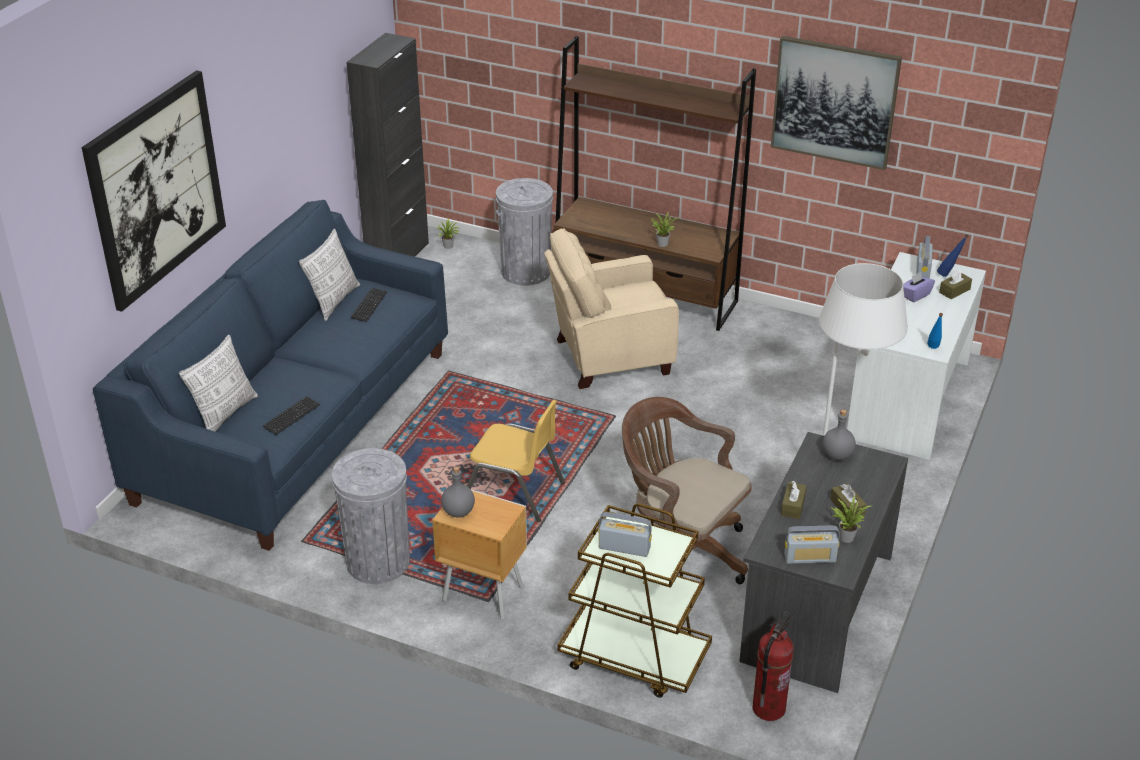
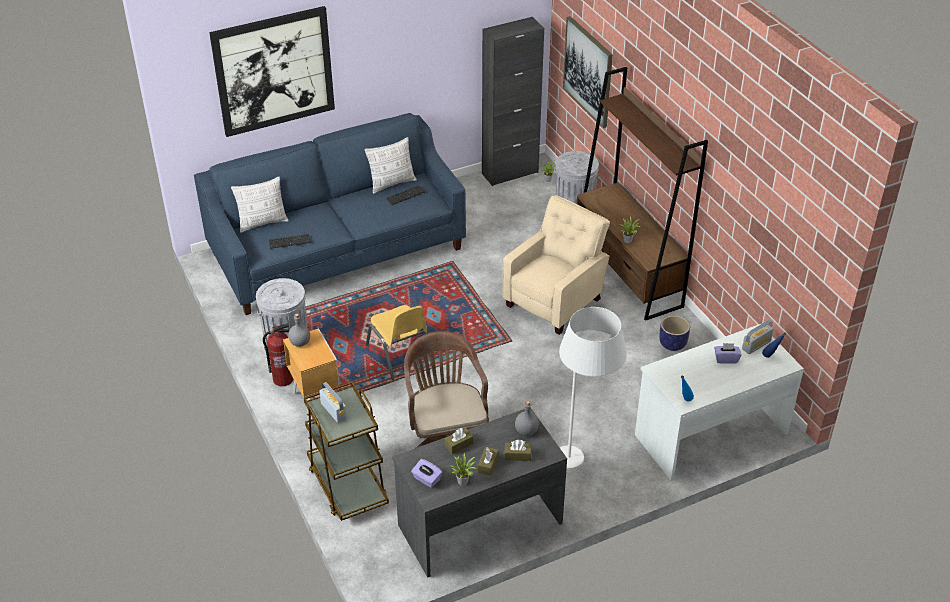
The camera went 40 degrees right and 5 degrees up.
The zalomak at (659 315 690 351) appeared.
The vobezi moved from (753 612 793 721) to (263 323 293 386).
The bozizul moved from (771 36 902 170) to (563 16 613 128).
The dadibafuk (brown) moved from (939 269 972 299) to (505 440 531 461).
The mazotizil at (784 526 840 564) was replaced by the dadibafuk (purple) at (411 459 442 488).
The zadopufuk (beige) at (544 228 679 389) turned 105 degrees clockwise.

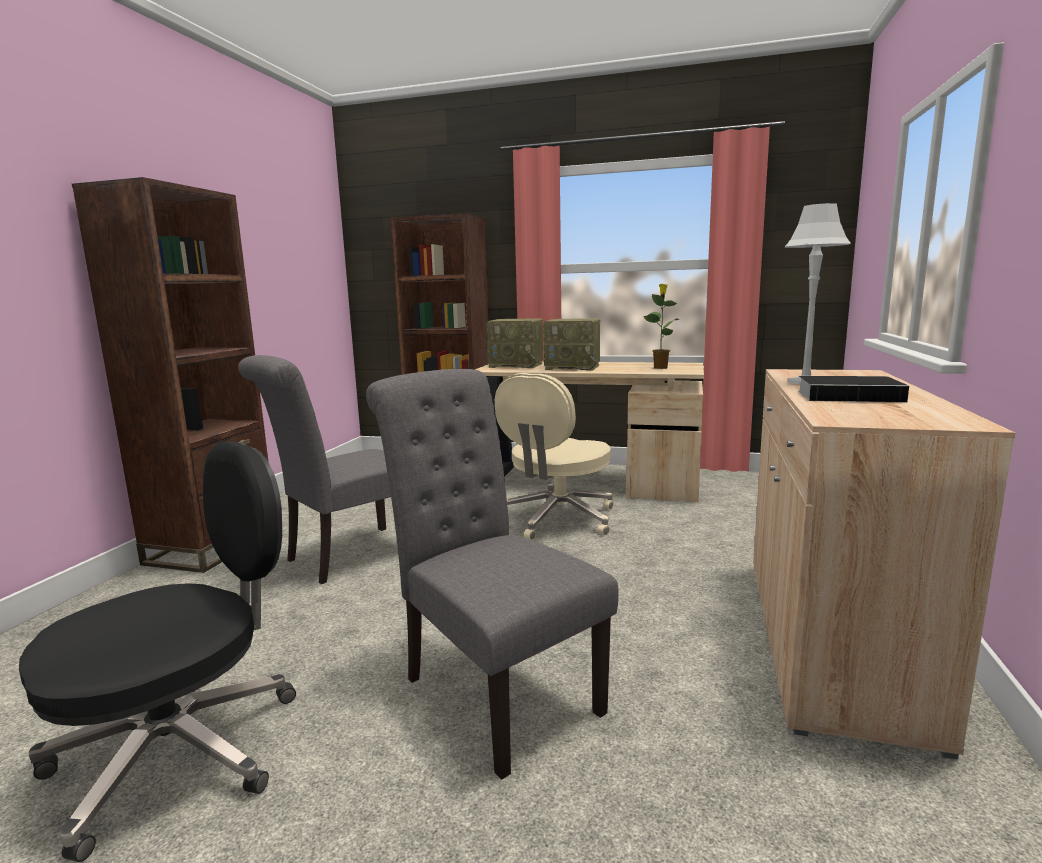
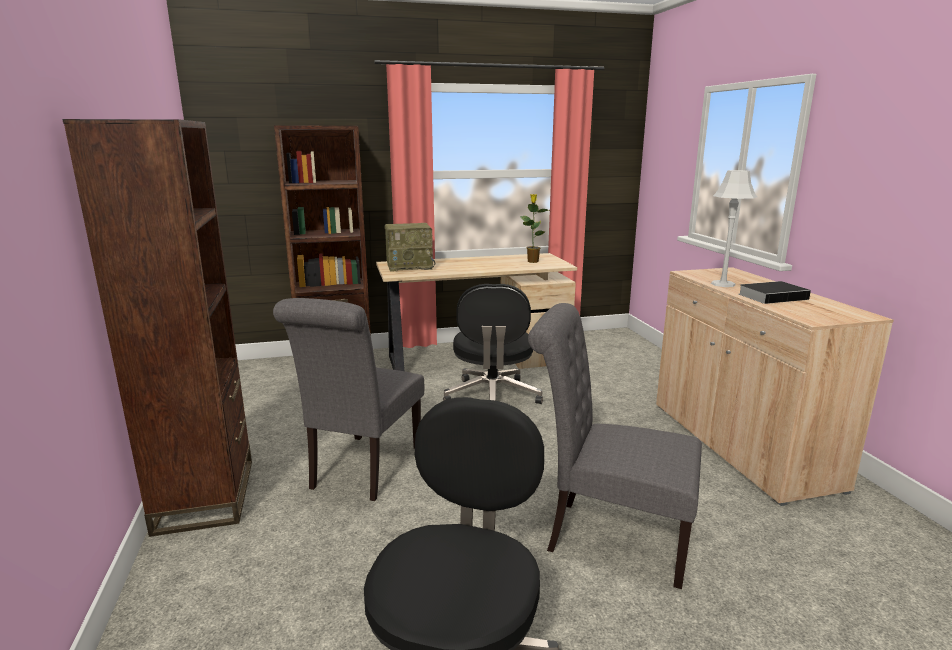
The camera went 30 degrees left and 5 degrees up.
The mazotizil at (543 318 600 371) disappeared.
The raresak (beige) at (495 373 613 540) became the raresak (black) at (443 284 543 404).

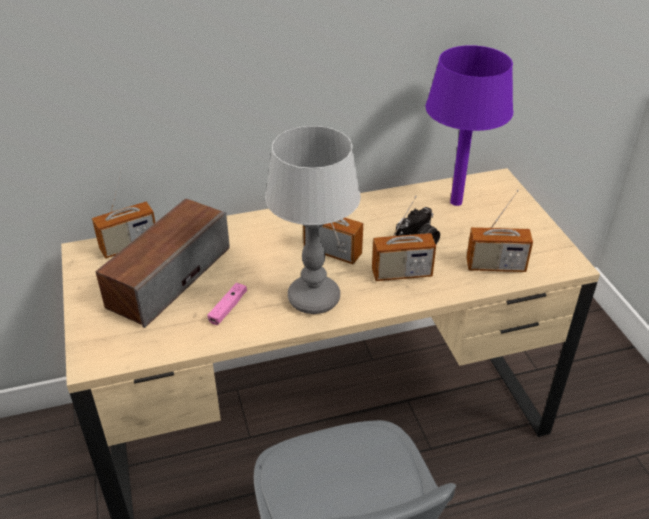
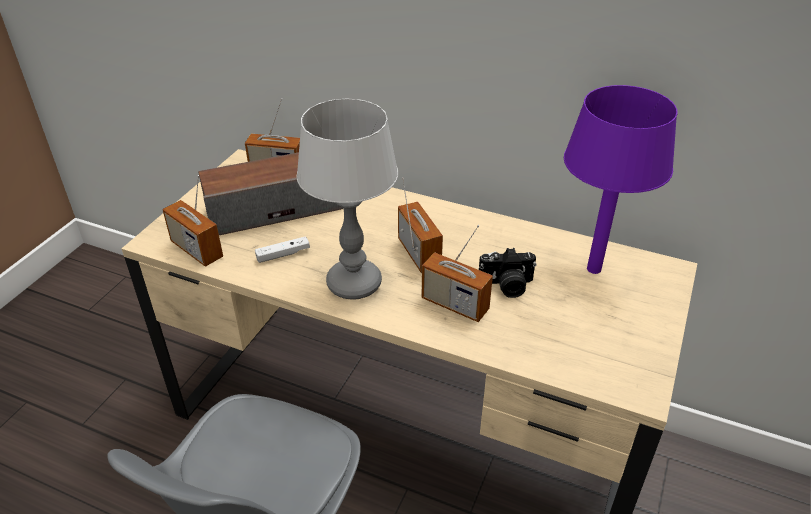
The camera went 40 degrees right and 0 degrees up.
The mazotizil moved from (466 190 533 272) to (162 175 223 267).
The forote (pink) at (207 283 247 325) became the forote (white) at (255 236 310 263).

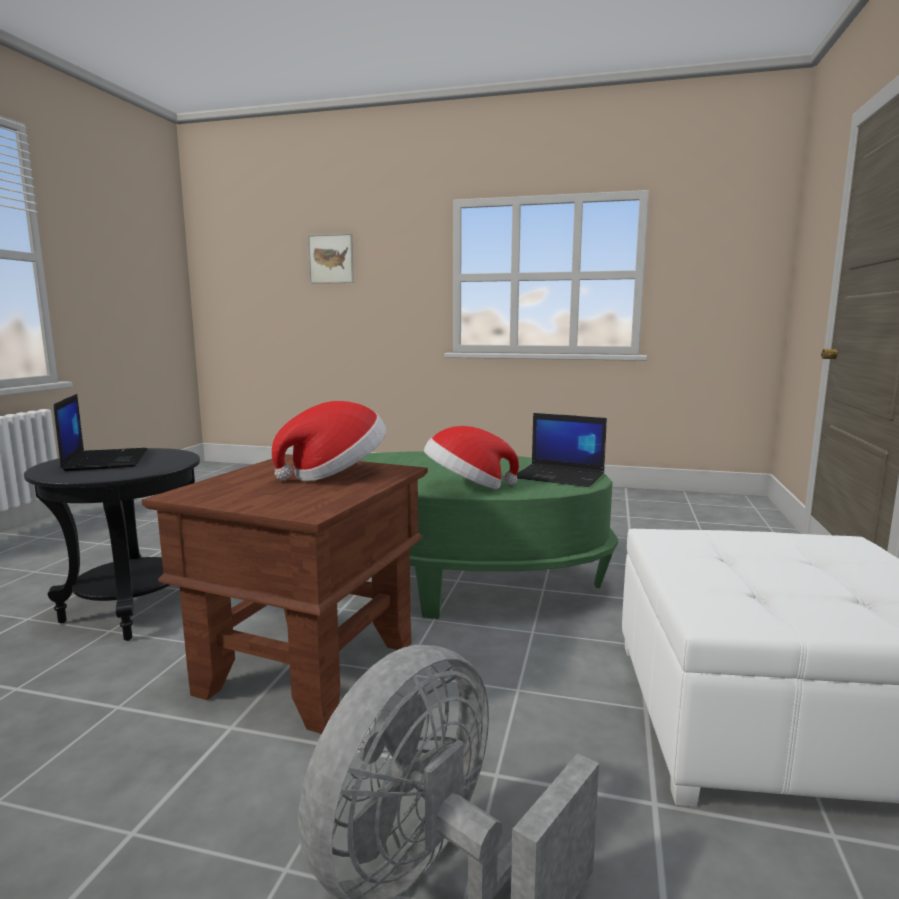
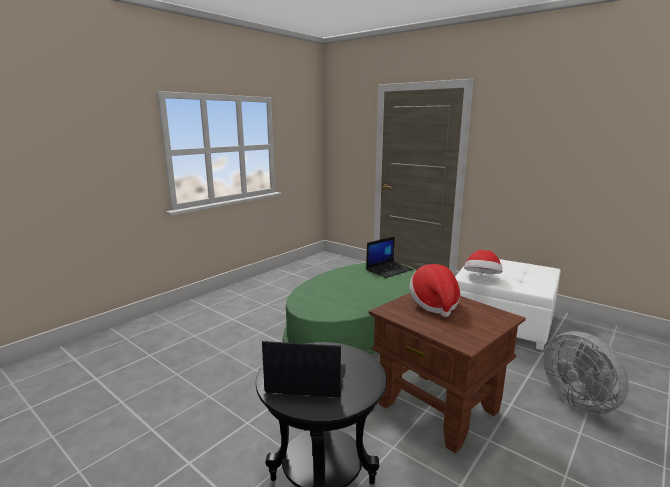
The camera went 65 degrees left and 5 degrees up.
The bozizul at (308 233 354 284) disappeared.
The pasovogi moved from (424 426 519 489) to (464 250 502 274).

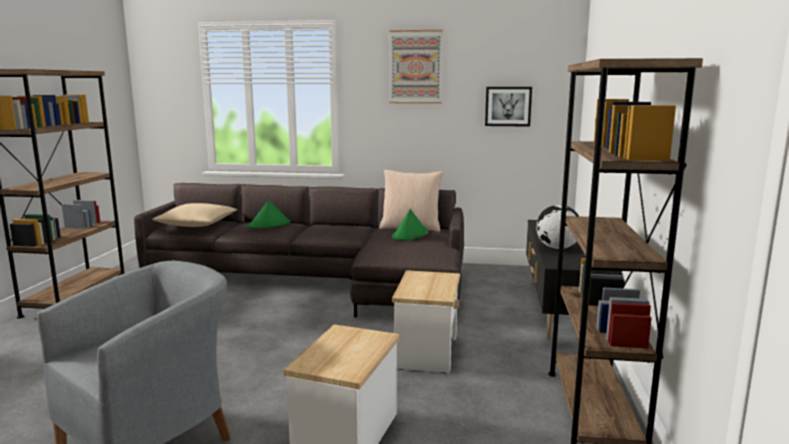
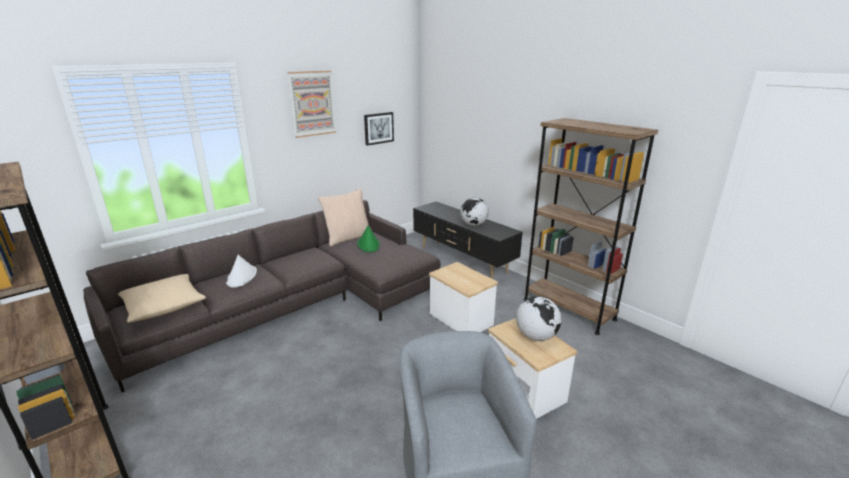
The camera went 50 degrees left and 10 degrees up.
The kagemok at (516 296 561 341) appeared.
The pasovogi (green) at (248 200 290 228) became the pasovogi (white) at (226 255 257 287).

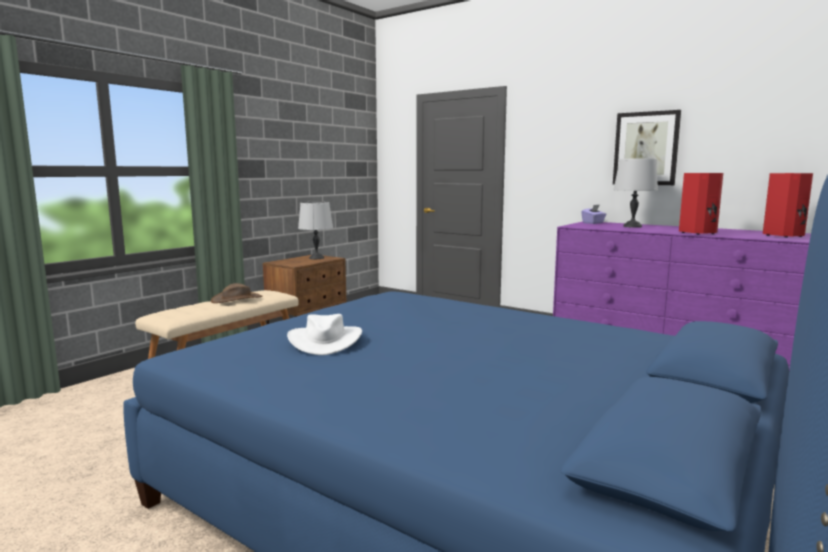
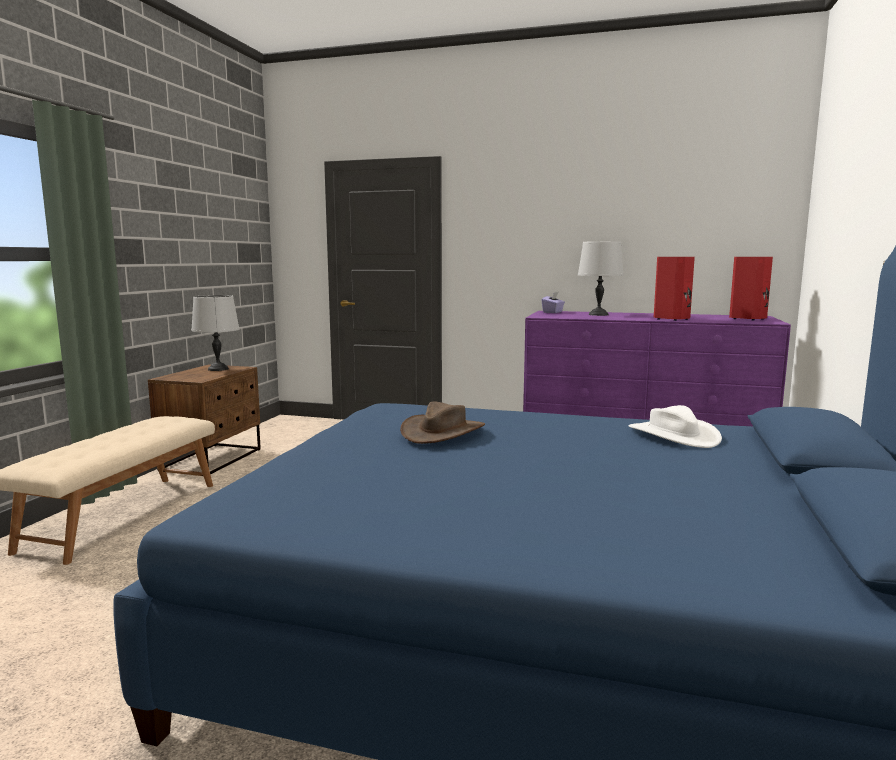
The camera went 20 degrees left and 0 degrees up.
The bozizul at (613 110 681 185) disappeared.
The pasovogi (brown) moved from (211 283 262 303) to (400 402 485 444).
The pasovogi (white) moved from (287 314 362 355) to (629 405 722 448).

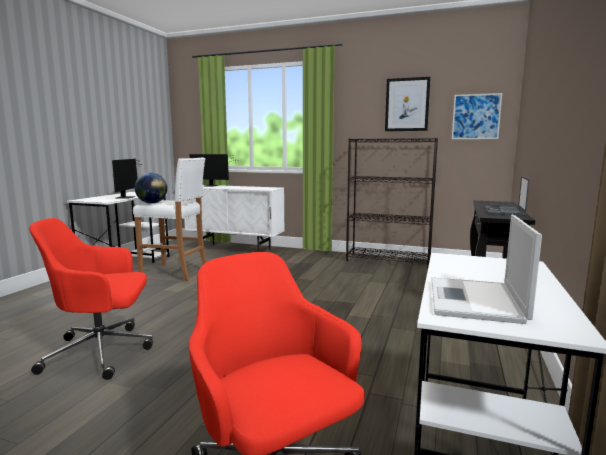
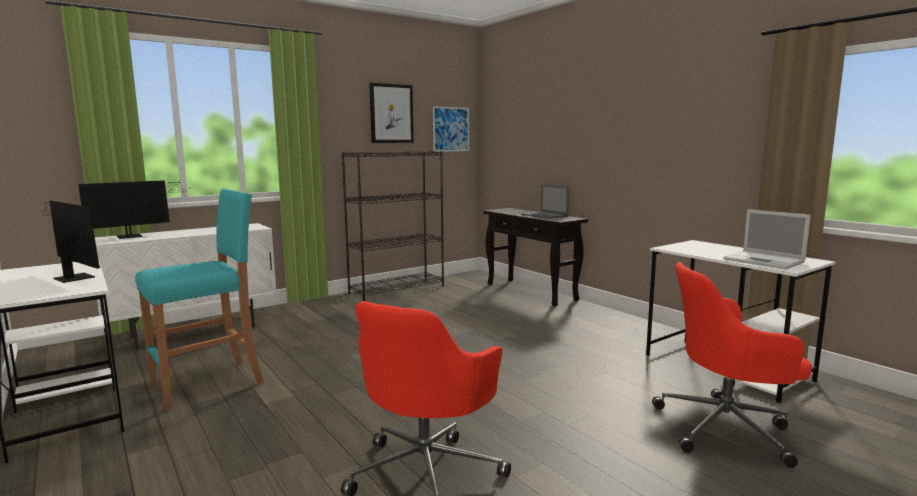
The camera went 55 degrees left and 0 degrees up.
The kagemok at (135 173 167 204) disappeared.
The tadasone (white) at (133 157 207 281) became the tadasone (turquoise) at (135 189 264 411).

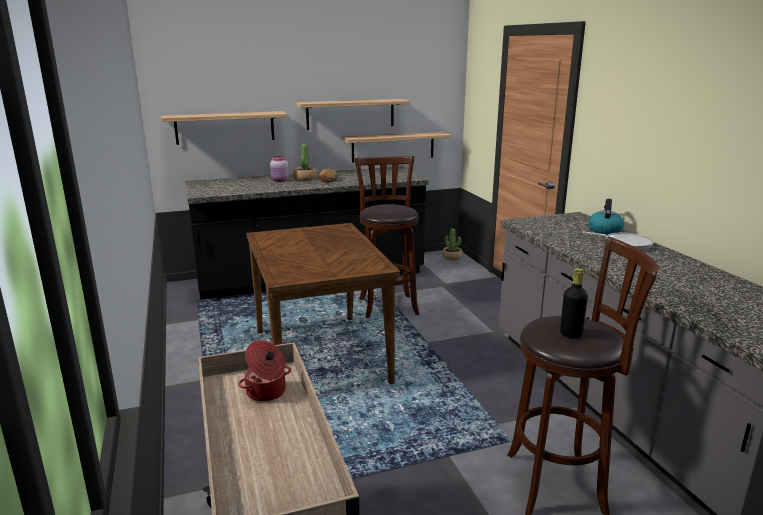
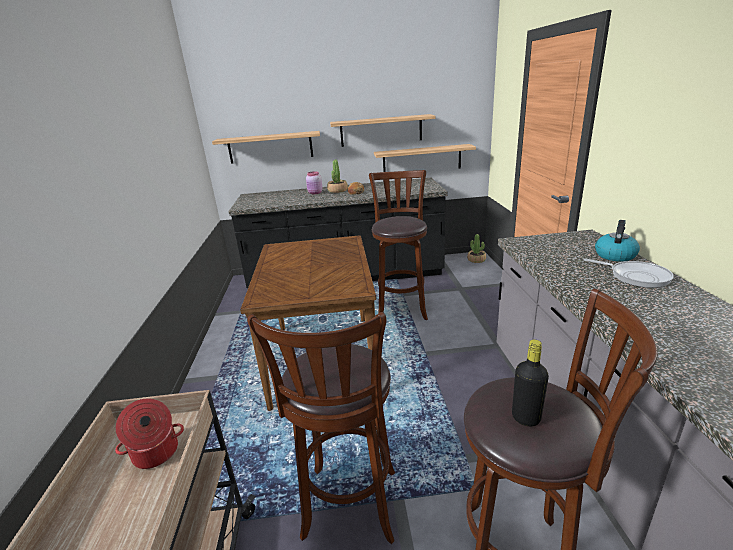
The camera went 15 degrees right and 5 degrees up.
The tadasone (brown) at (247 312 395 544) appeared.

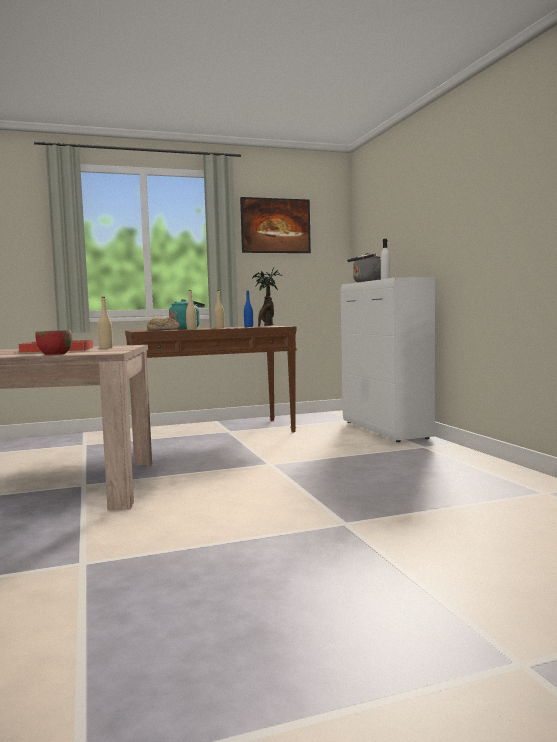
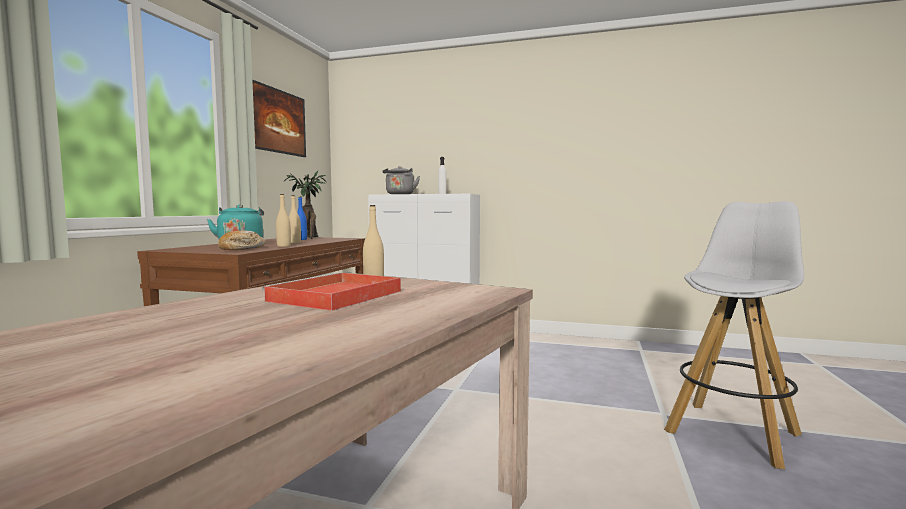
The camera went 55 degrees left and 0 degrees up.
The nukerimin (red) at (35 330 72 355) disappeared.
The tadasone (white) at (664 201 804 469) appeared.

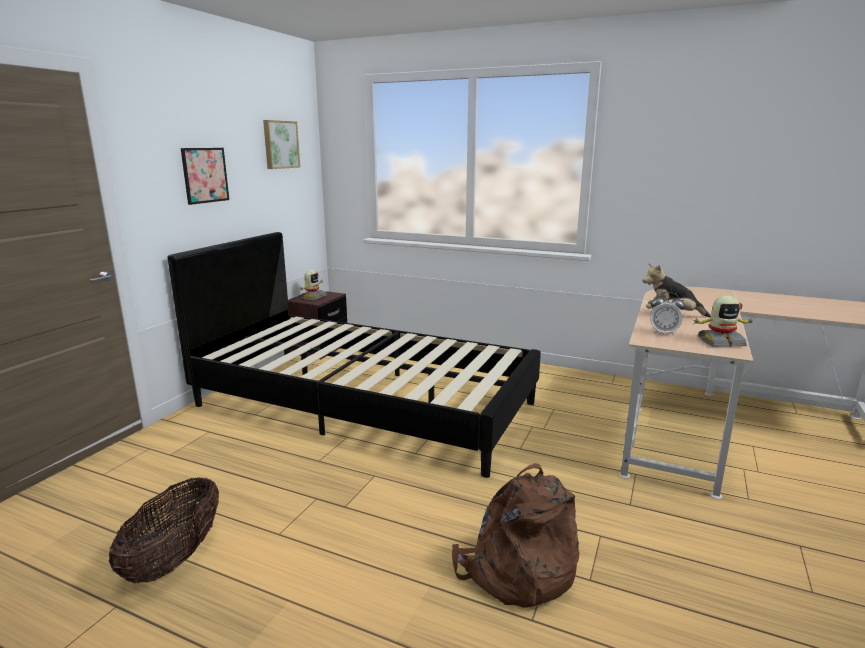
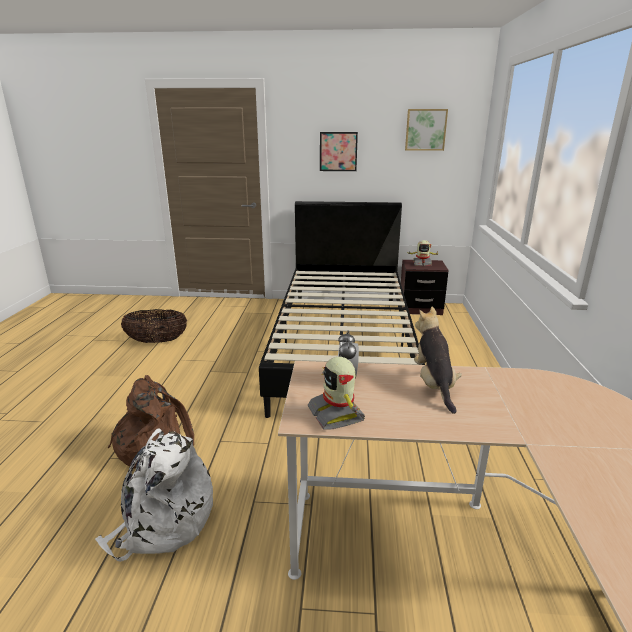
The camera went 70 degrees right and 5 degrees up.
The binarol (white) at (95 428 213 562) appeared.

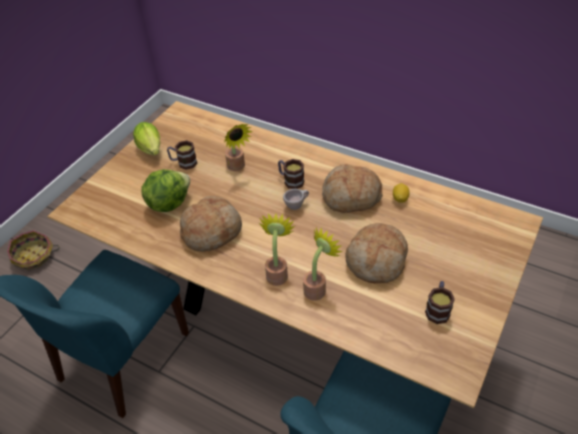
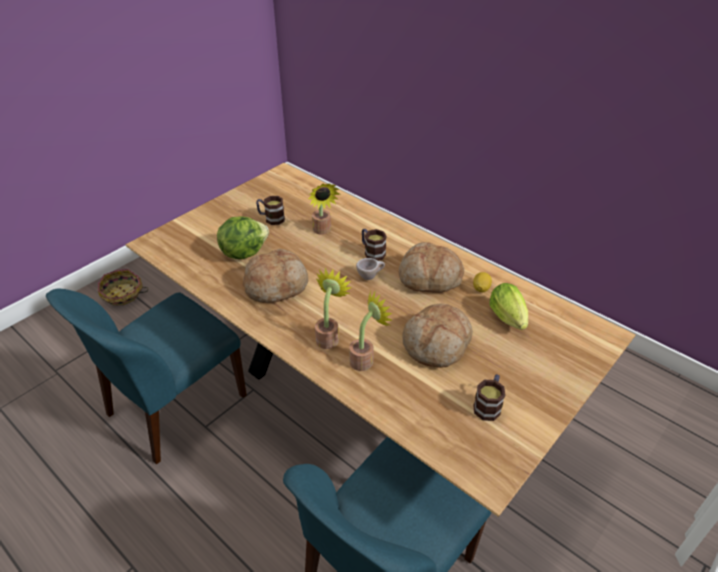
The camera went 10 degrees right and 5 degrees down.
The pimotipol moved from (133 122 160 155) to (489 283 528 330).

